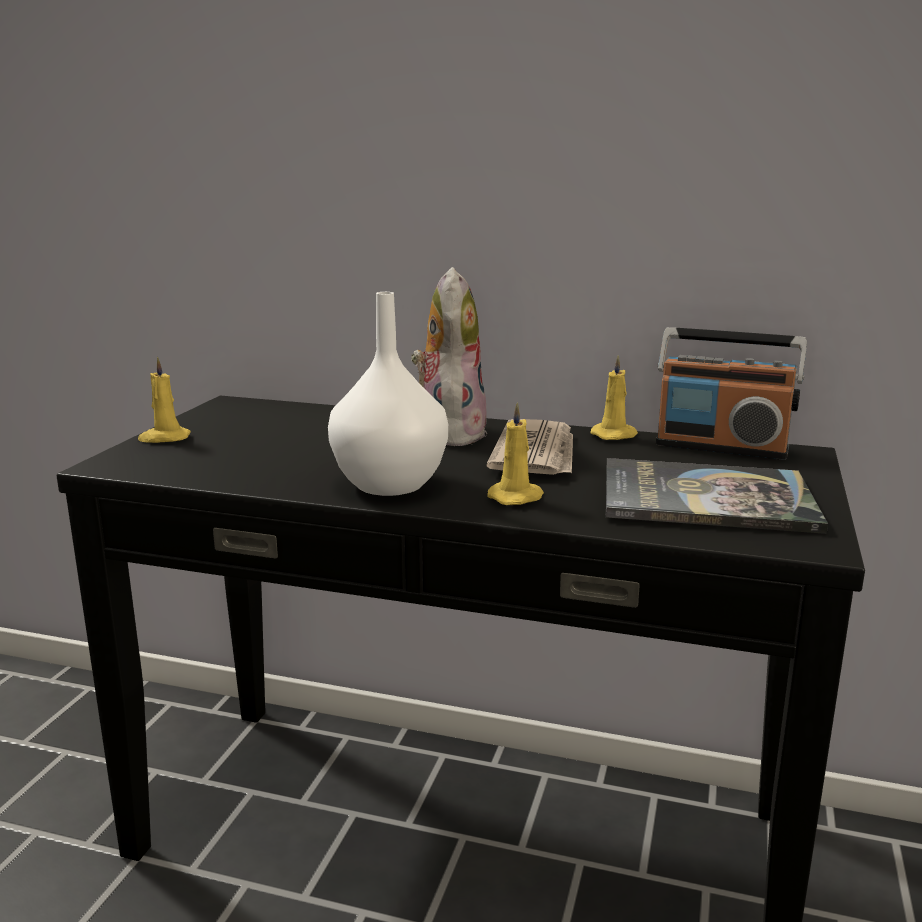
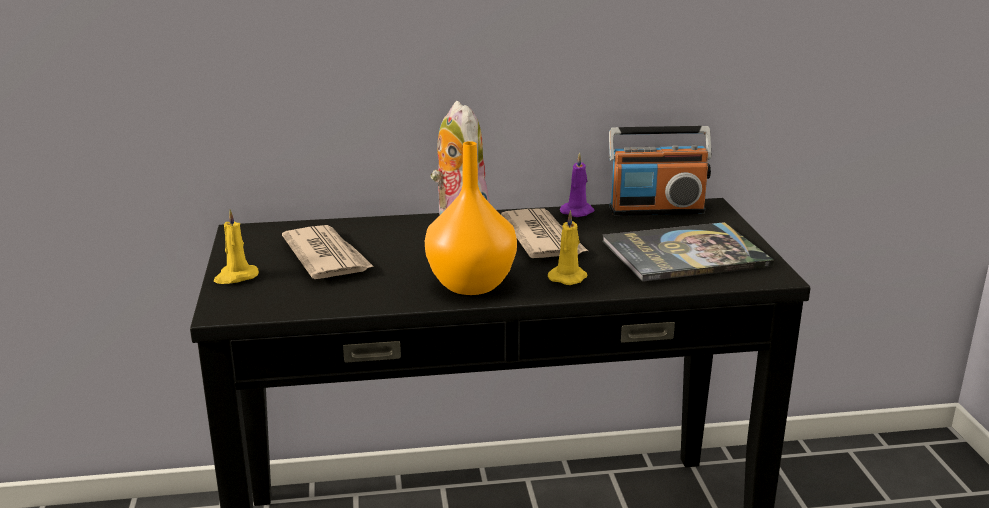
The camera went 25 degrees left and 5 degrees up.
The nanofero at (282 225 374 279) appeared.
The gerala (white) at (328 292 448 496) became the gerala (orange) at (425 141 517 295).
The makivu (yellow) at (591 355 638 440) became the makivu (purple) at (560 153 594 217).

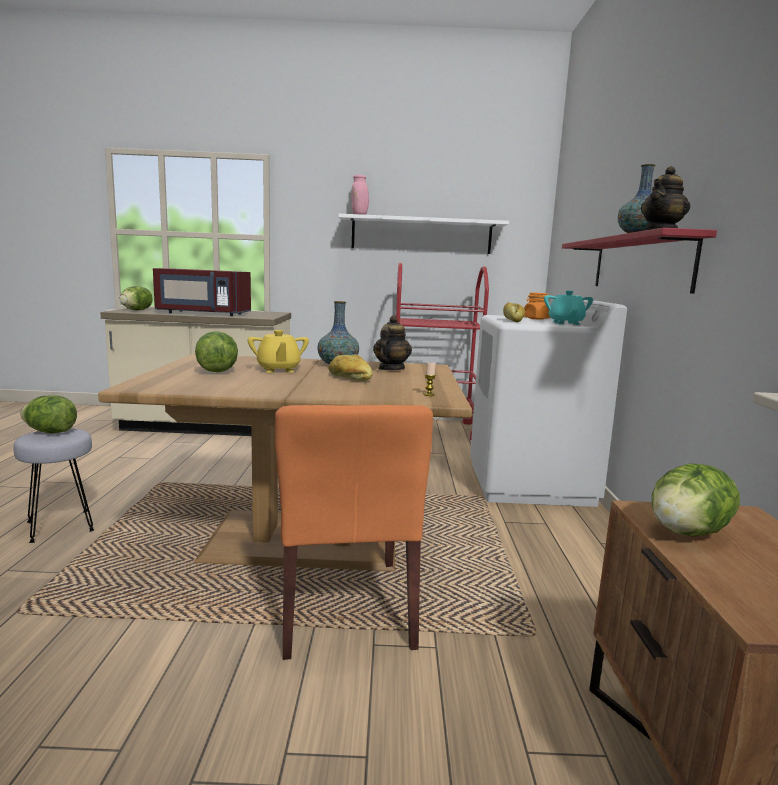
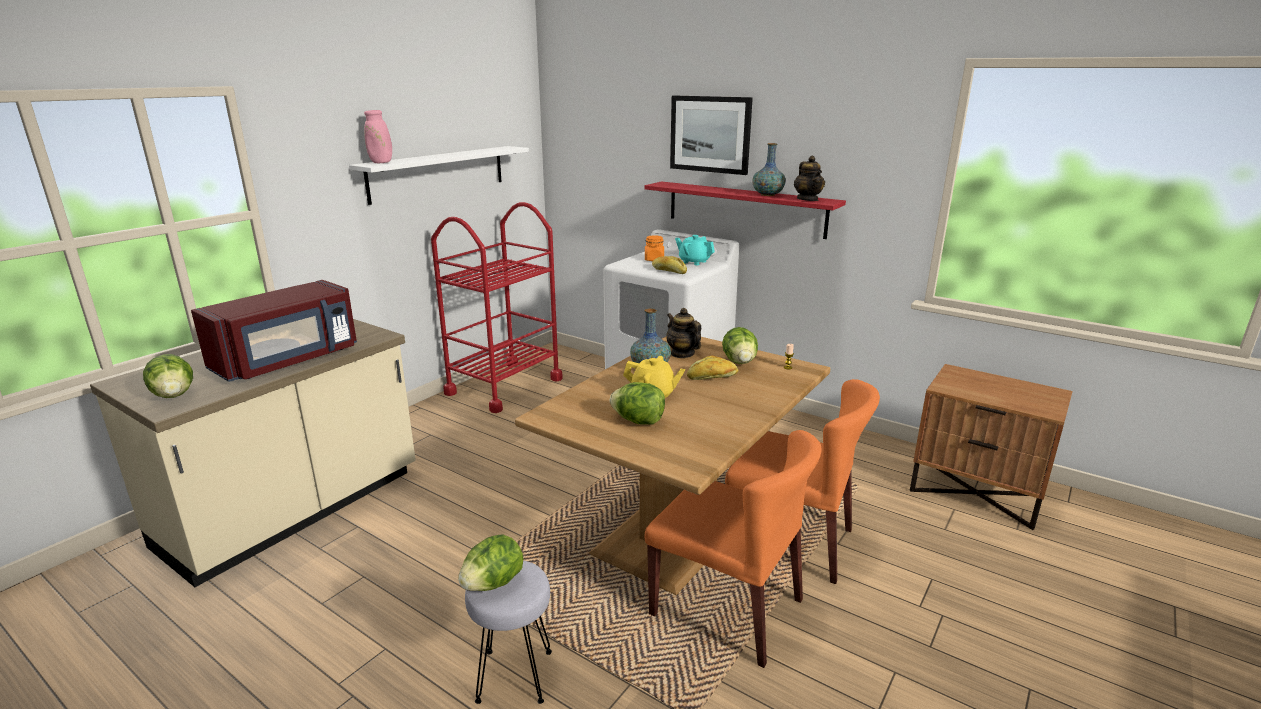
The camera went 55 degrees left and 10 degrees up.
The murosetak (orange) at (645 430 821 668) appeared.
The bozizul at (670 96 753 175) appeared.
The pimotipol moved from (652 464 740 536) to (722 327 758 364).

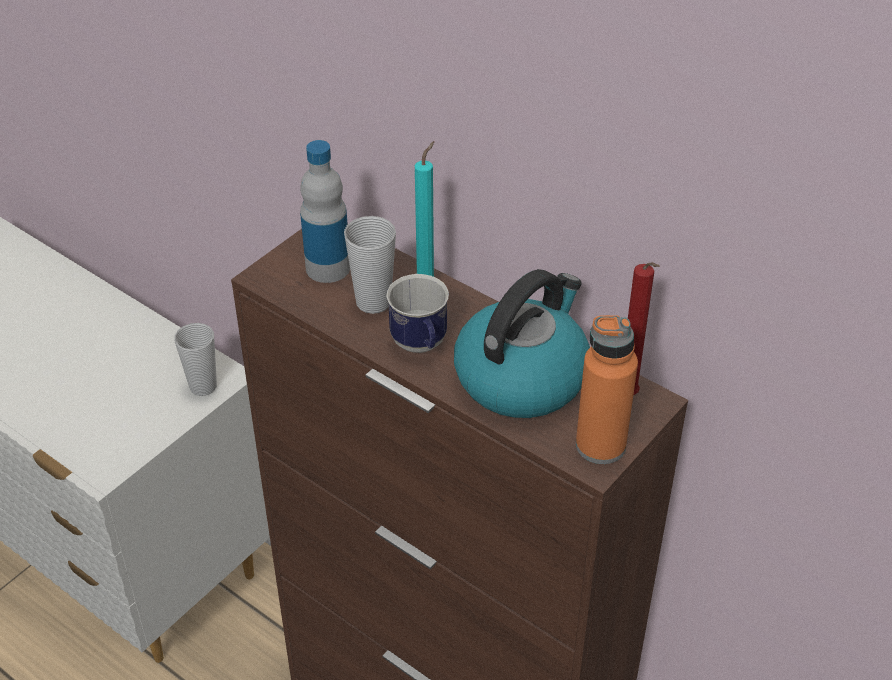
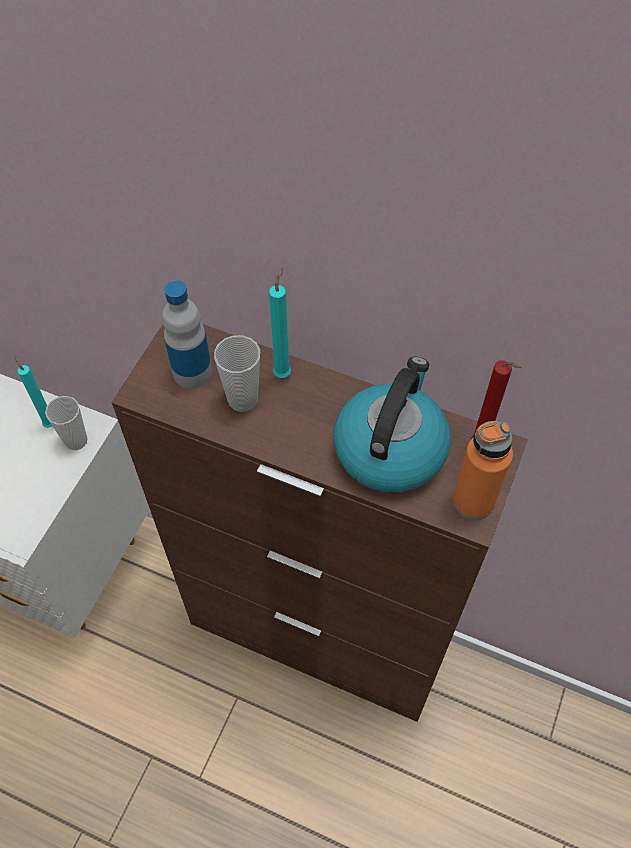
The camera went 15 degrees left and 15 degrees up.
The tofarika at (386 274 449 353) disappeared.
The makivu (turquoise) at (14 355 52 428) appeared.

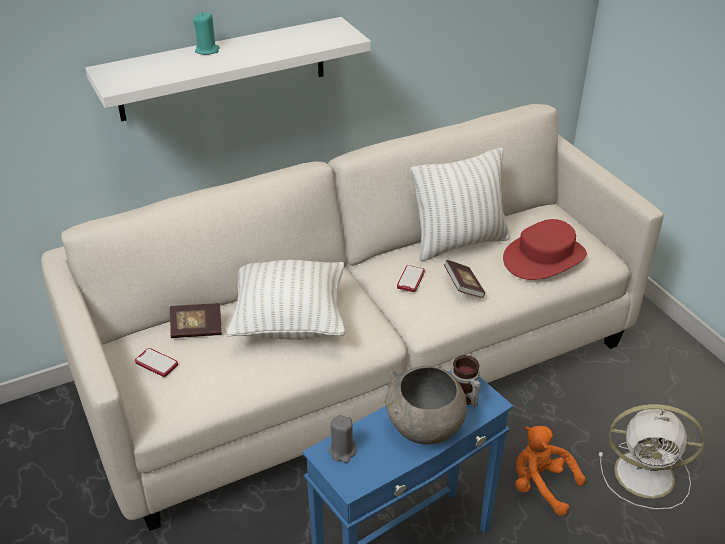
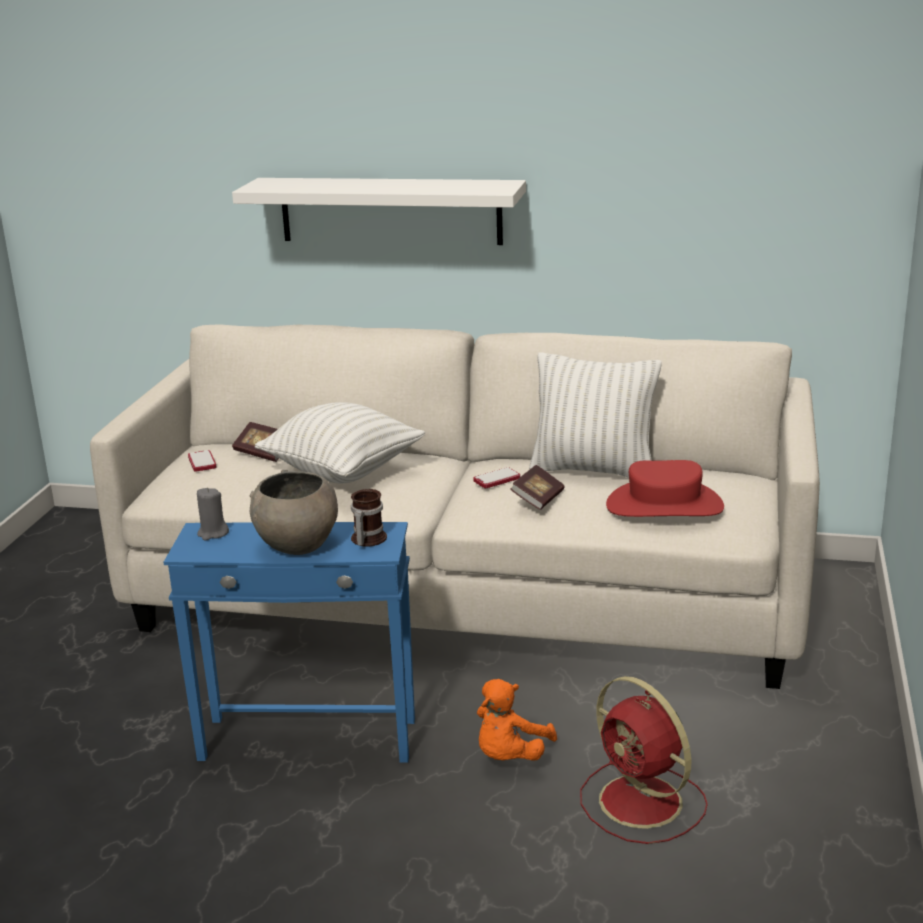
The camera went 40 degrees right and 15 degrees down.
The makivu (turquoise) at (193 12 220 55) disappeared.
The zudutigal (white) at (599 404 704 510) became the zudutigal (red) at (580 676 708 844).
The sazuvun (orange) at (515 426 586 516) turned 135 degrees counterclockwise.

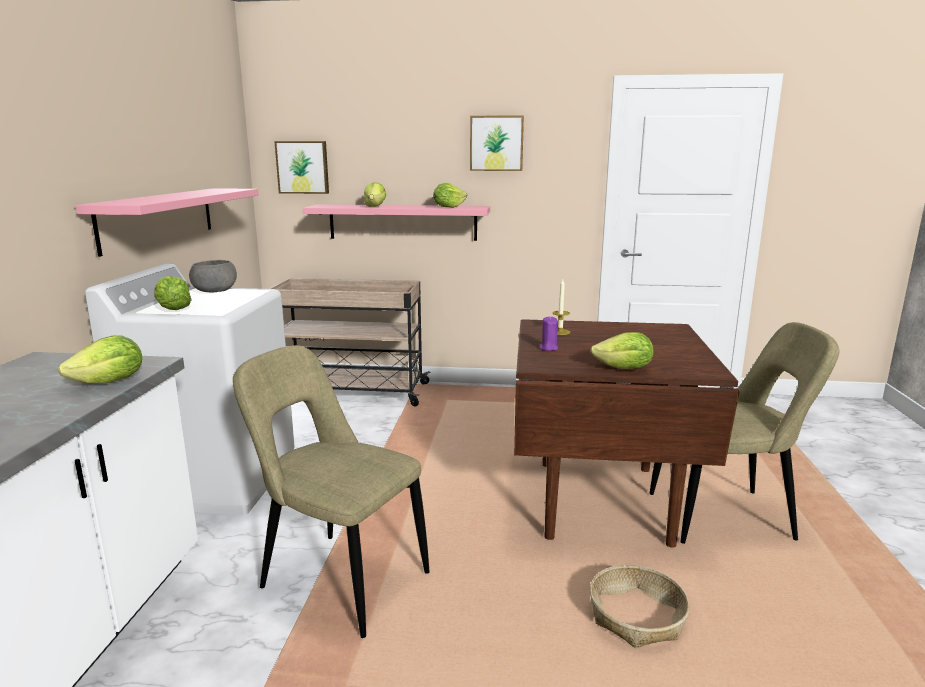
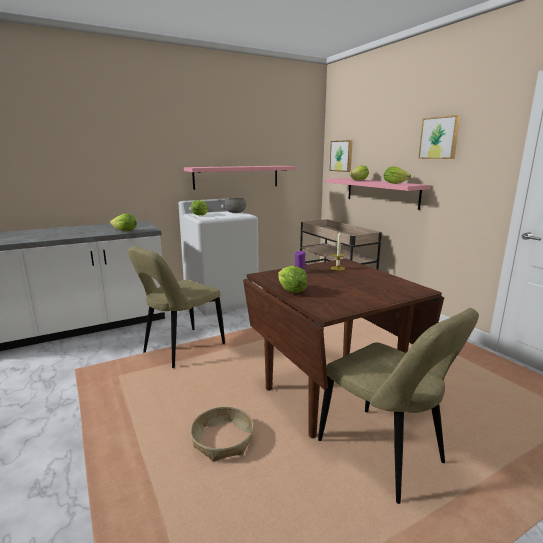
The camera went 55 degrees right and 0 degrees up.
The murosetak (beige) at (233 345 430 638) turned 135 degrees counterclockwise.

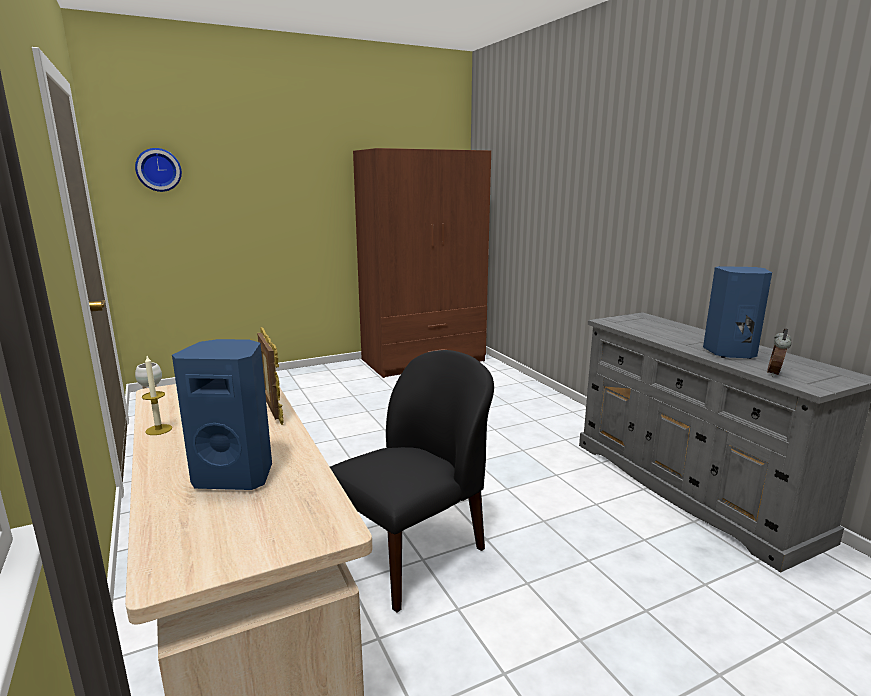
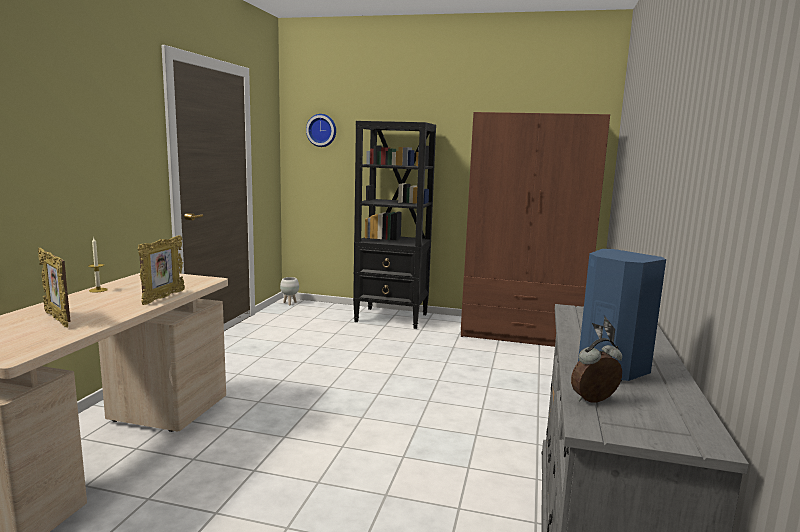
The camera went 40 degrees right and 5 degrees down.
The murosetak (black) at (330 350 494 613) disappeared.
The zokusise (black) at (353 121 436 329) appeared.
The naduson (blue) at (172 339 272 490) was replaced by the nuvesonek at (38 248 71 327).

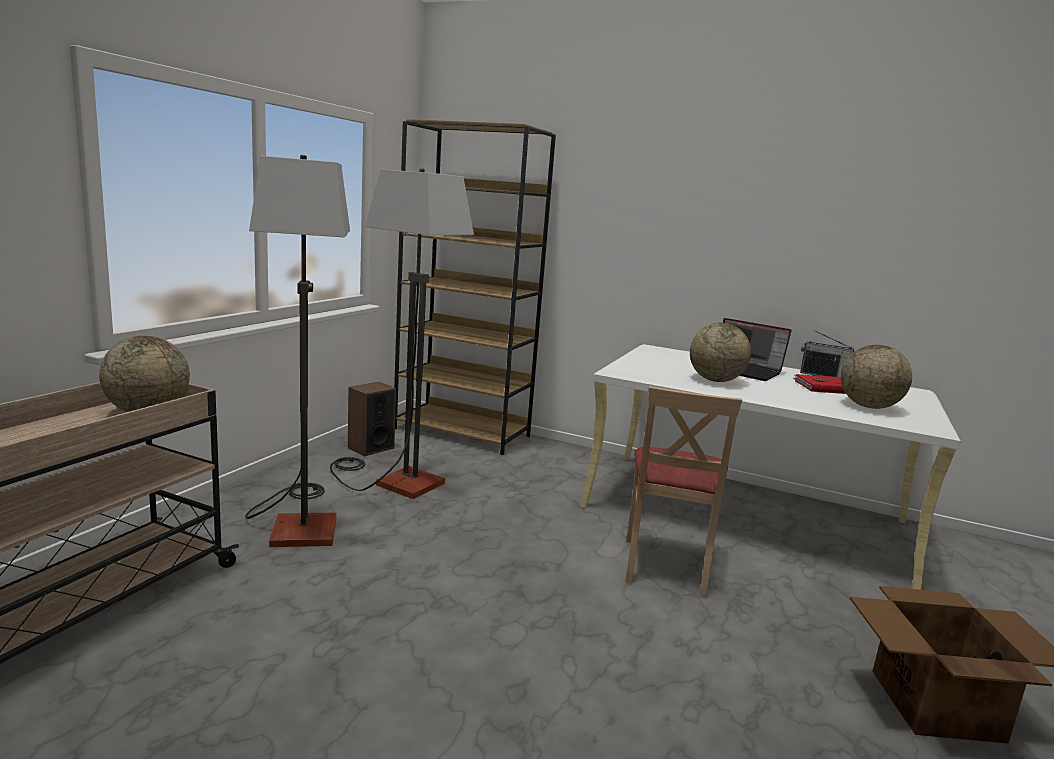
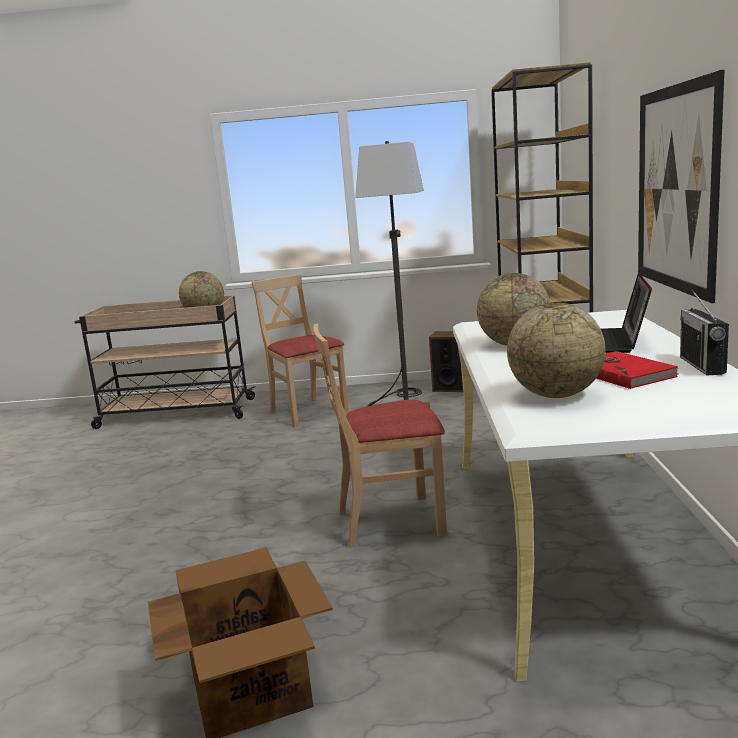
The camera went 70 degrees right and 0 degrees up.
The bozizul at (638 70 724 303) appeared.
The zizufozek at (245 155 350 547) was replaced by the murosetak (beige) at (251 274 349 427).

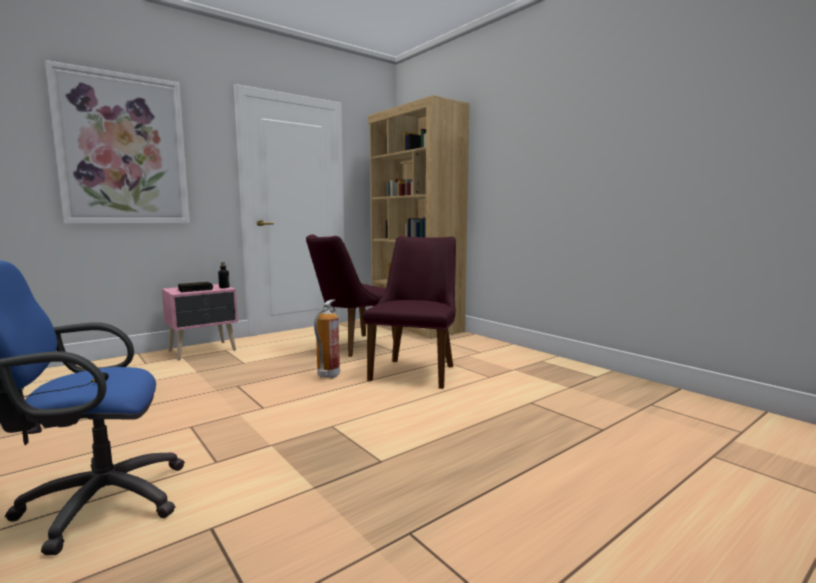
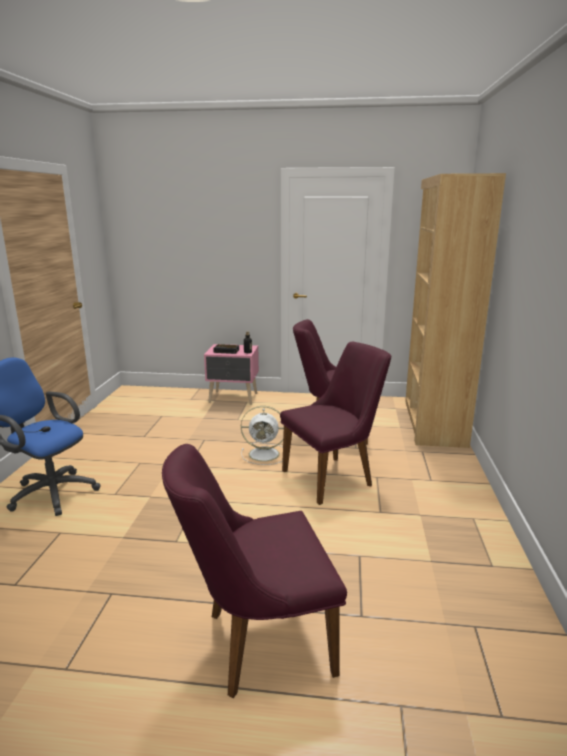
The camera went 45 degrees right and 10 degrees up.
The bozizul at (45 60 190 224) disappeared.
The murosetak (purple) at (162 444 347 698) appeared.
The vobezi at (314 299 340 379) was replaced by the zudutigal (white) at (241 406 284 465).

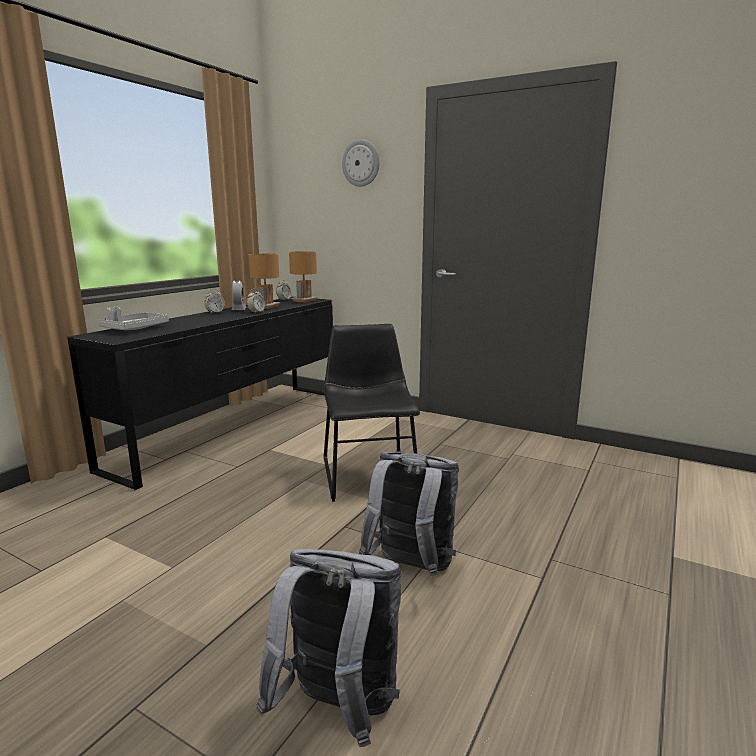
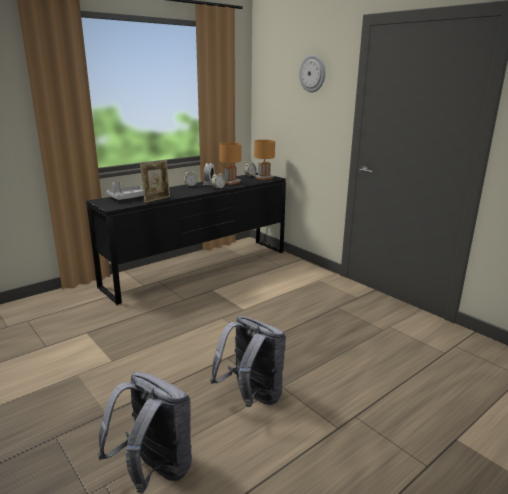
The camera went 20 degrees right and 5 degrees up.
The murosetak (black) at (324 324 420 502) disappeared.
The nuvesonek at (140 160 170 203) appeared.

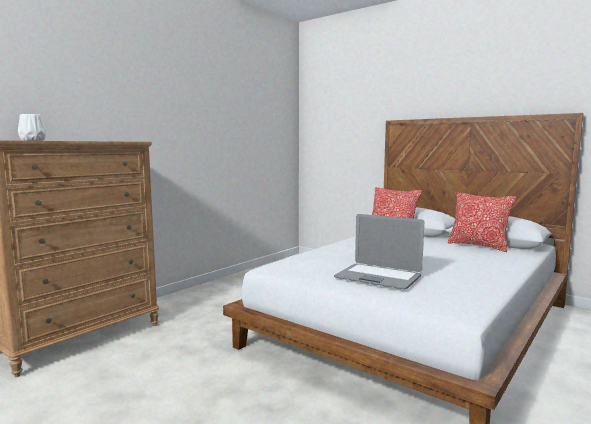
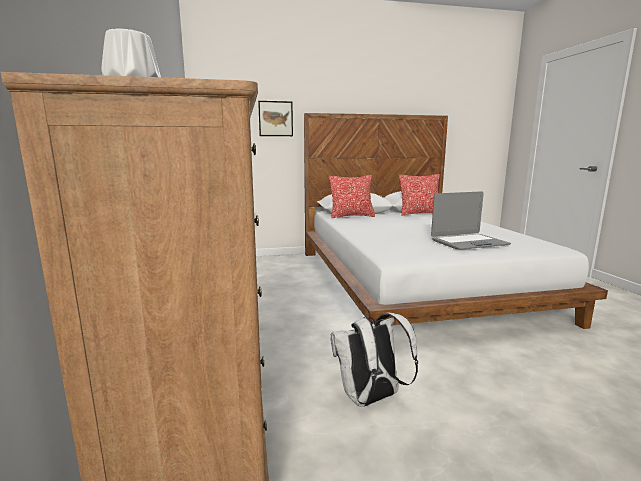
The camera went 50 degrees left and 5 degrees up.
The bozizul at (258 101 293 136) appeared.
The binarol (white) at (331 312 418 407) appeared.

